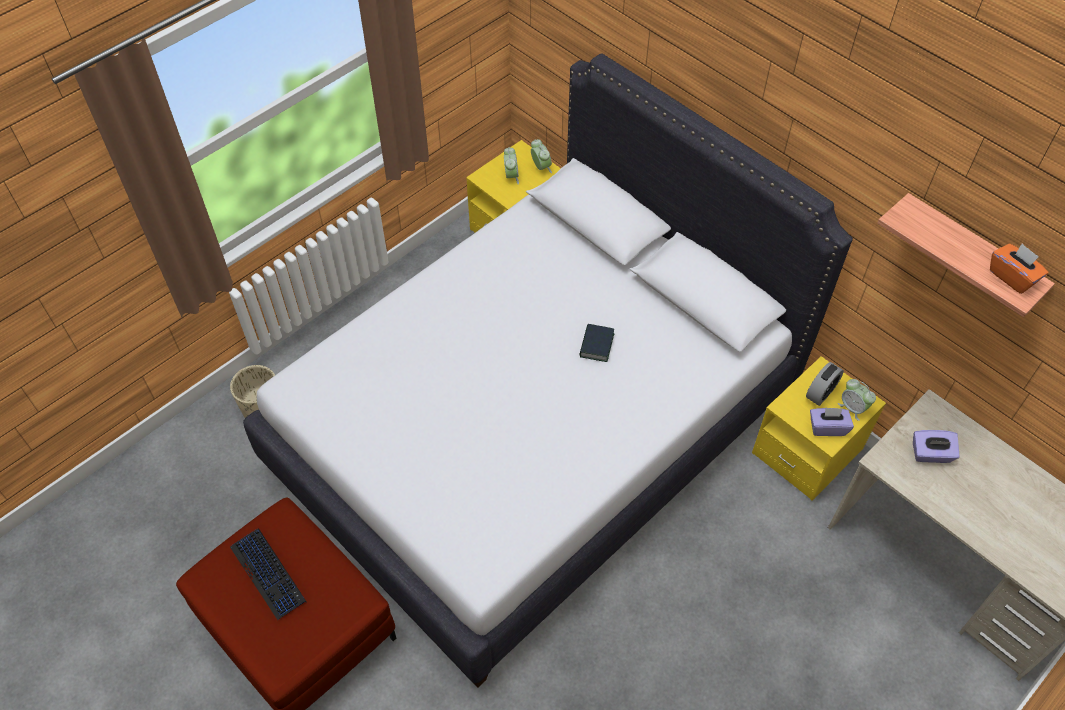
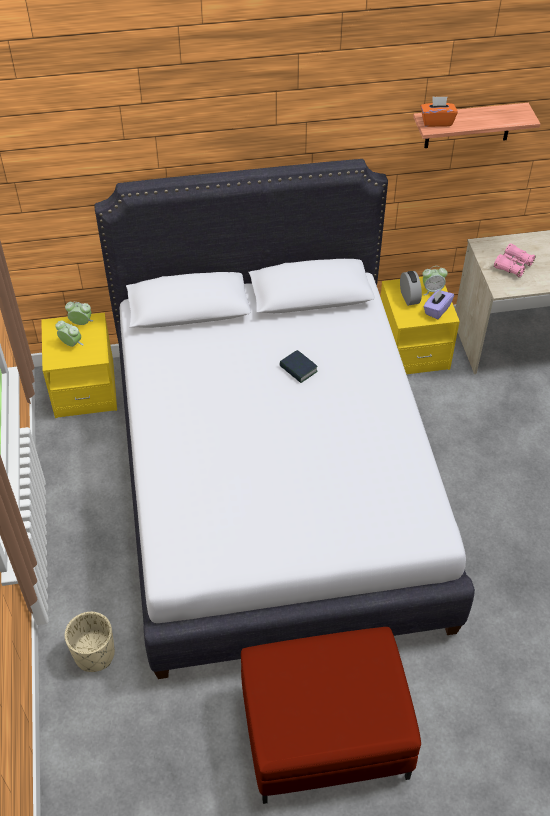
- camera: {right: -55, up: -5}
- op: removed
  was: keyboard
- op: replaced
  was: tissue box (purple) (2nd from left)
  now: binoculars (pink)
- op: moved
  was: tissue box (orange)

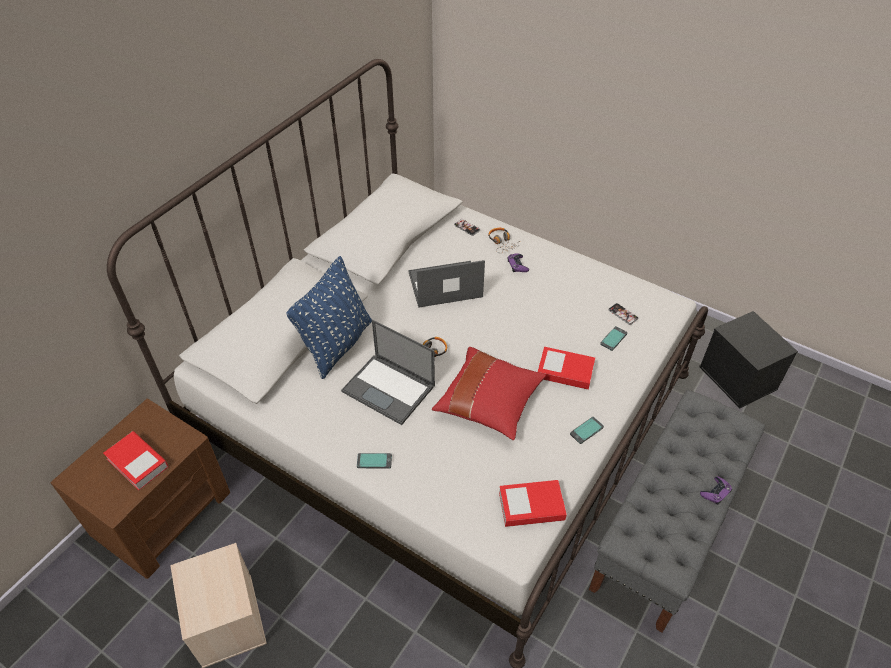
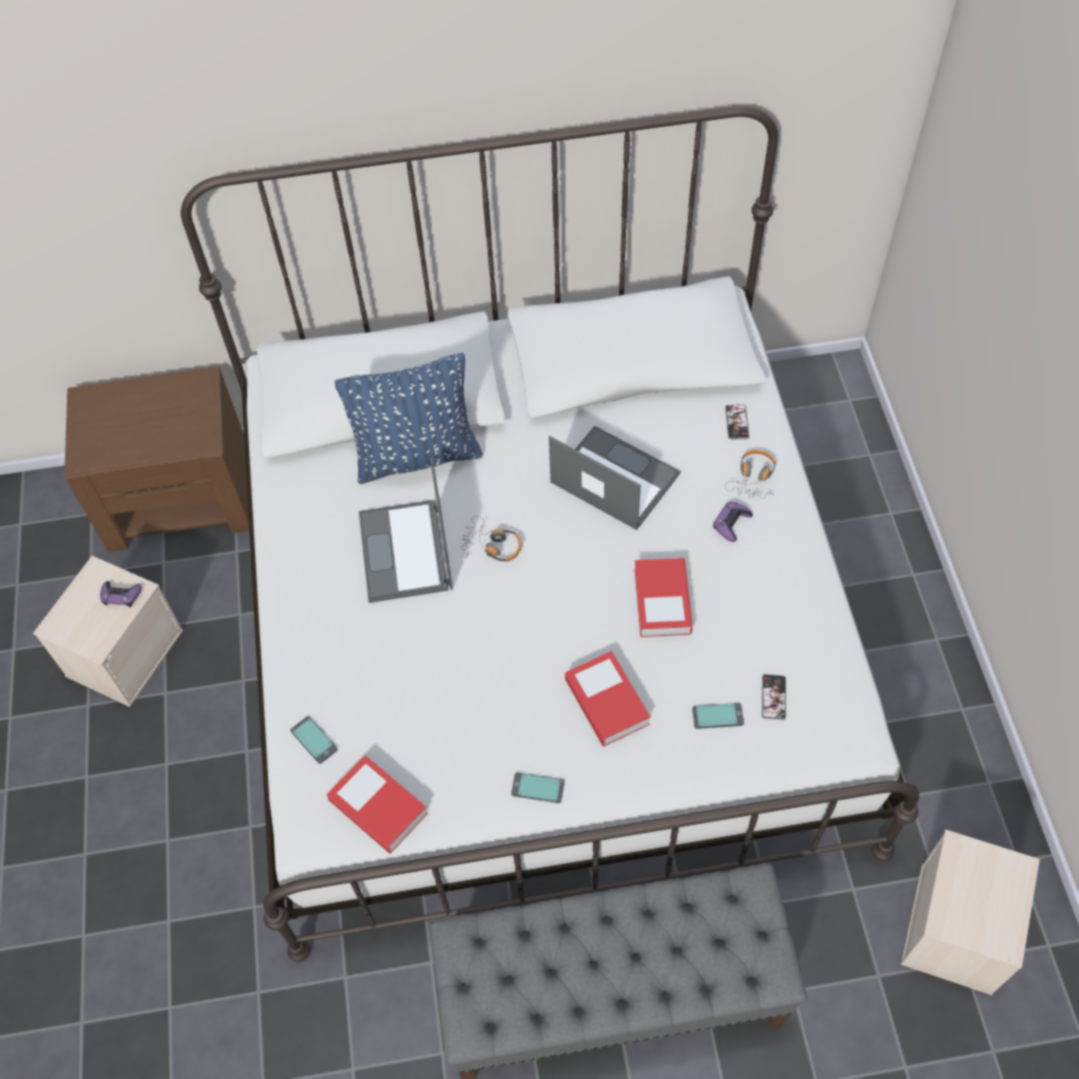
- camera: {right: 50, up: 10}
- op: moved
  was: book (1st from left in the first image)
  now: book (3rd from left)
- op: moved
  was: phone (1st from left)
- op: removed
  was: pillow (red)
- op: recoloured
  was: storage box (black)
  now: storage box (beige) (2nd from left)
- op: moved
  was: game controller (purple) (2nd from left in the first image)
  now: game controller (purple) (1st from left)

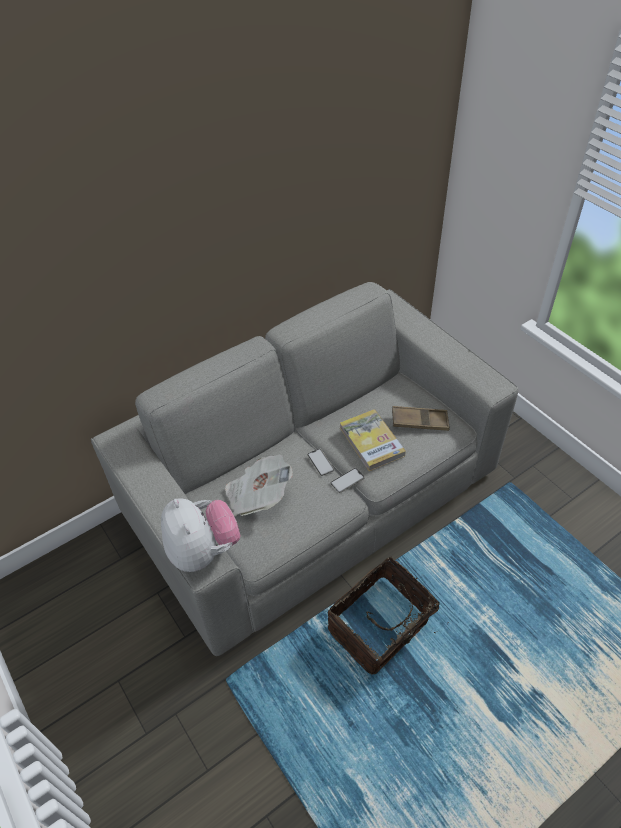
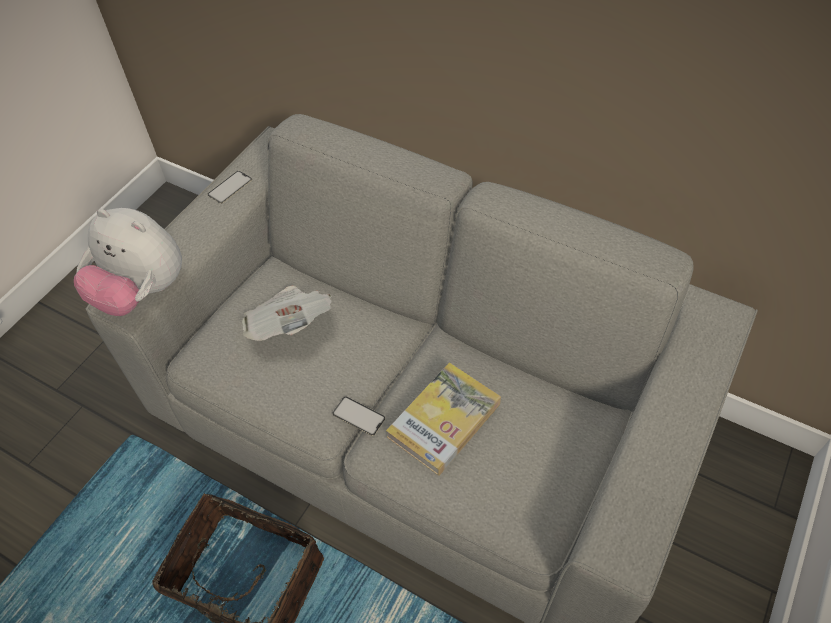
- camera: {right: 65, up: 5}
- op: turned
  was: plush toy
  clockwise: 75
- op: moved
  was: phone (1st from left)
- op: removed
  was: tray (brown)

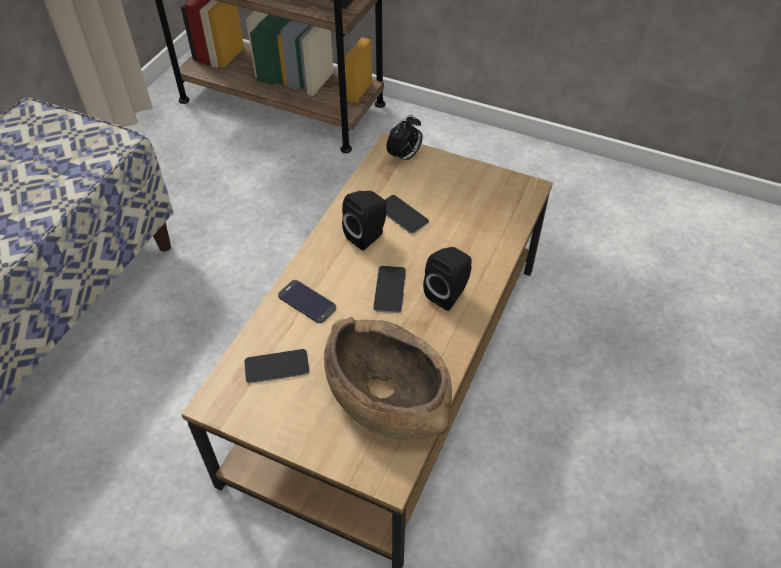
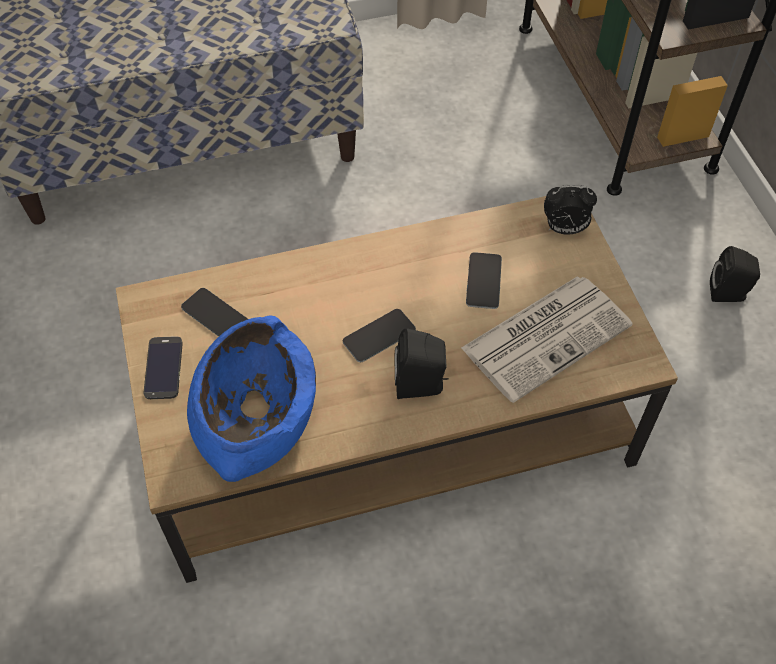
- camera: {right: 50, up: 5}
- op: moved
  was: phone (2nd from left in the first image)
  now: phone (1st from left)
- op: recoloured
  was: bowl (brown)
  now: bowl (blue)
- op: moved
  was: speaker (black) (1st from left in the first image)
  now: speaker (black) (2nd from left)
- op: added
  now: newspaper

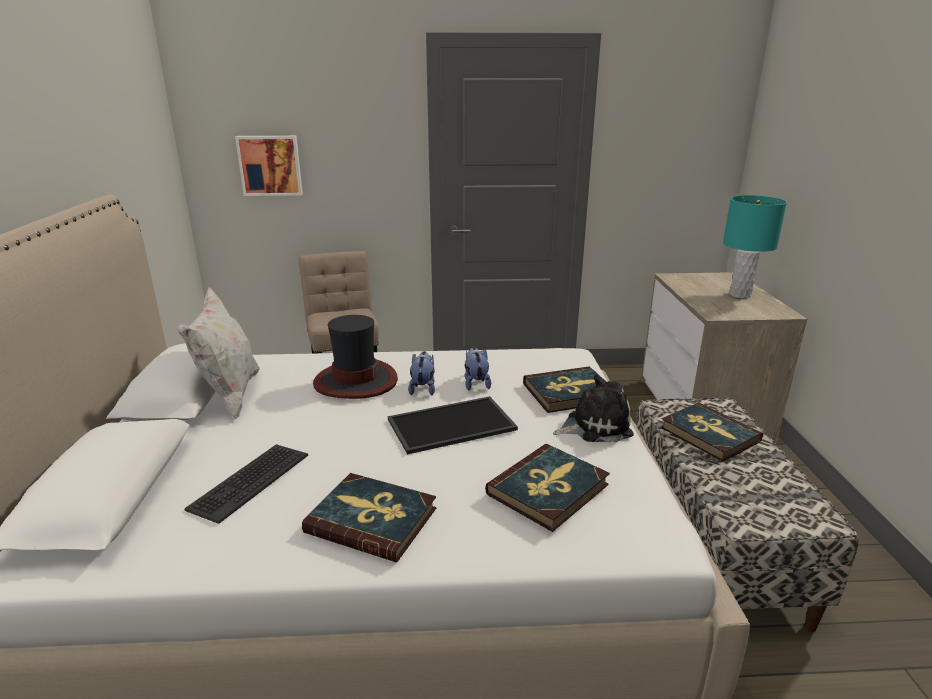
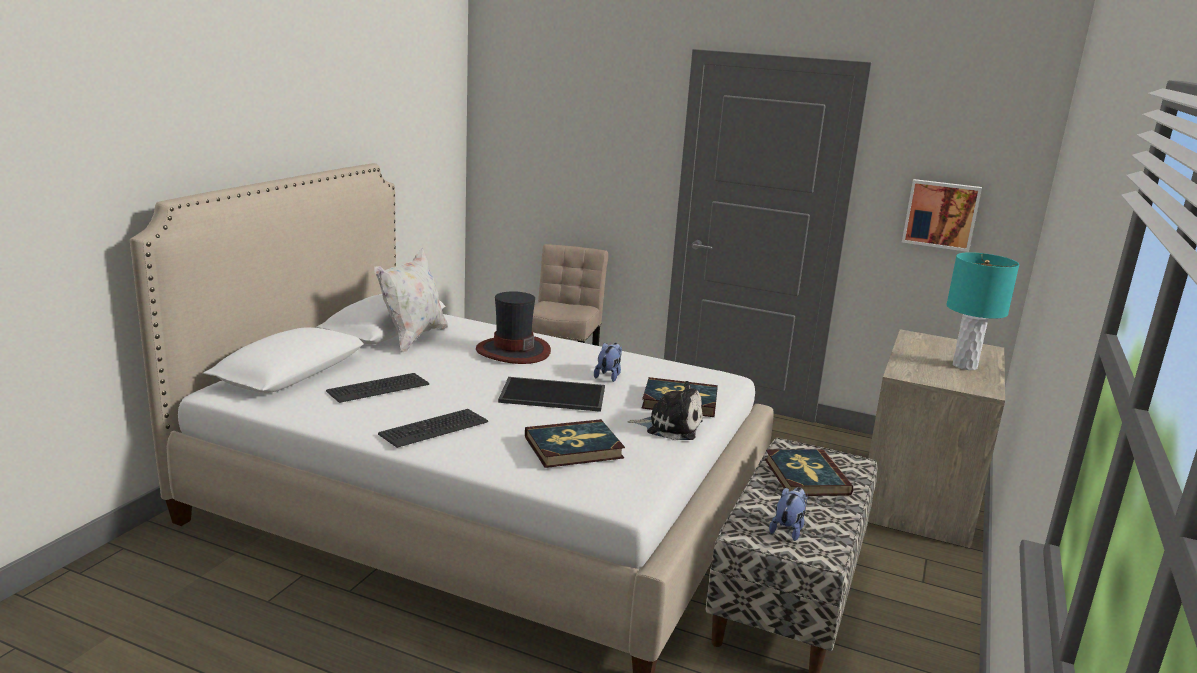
- camera: {right: 25, up: -5}
- op: moved
  was: picture
- op: replaced
  was: book (1st from left)
  now: keyboard (2nd from left)
- op: moved
  was: plush toy (1st from left in the first image)
  now: plush toy (3rd from left)

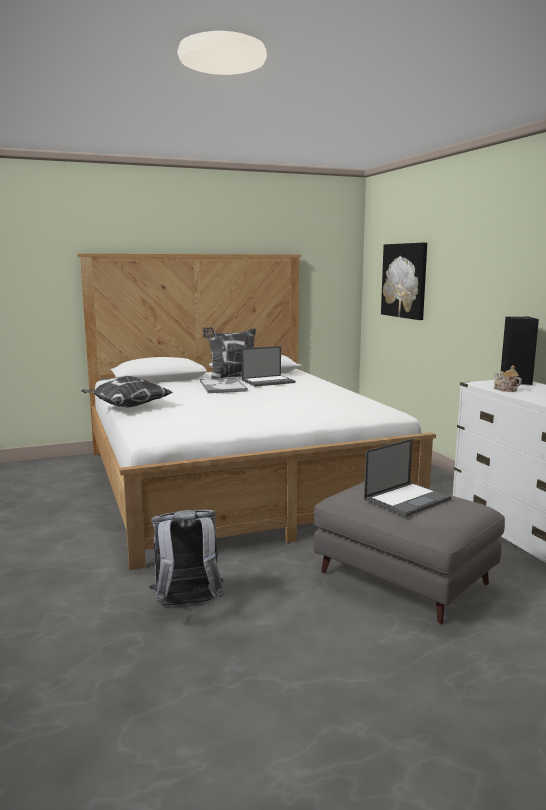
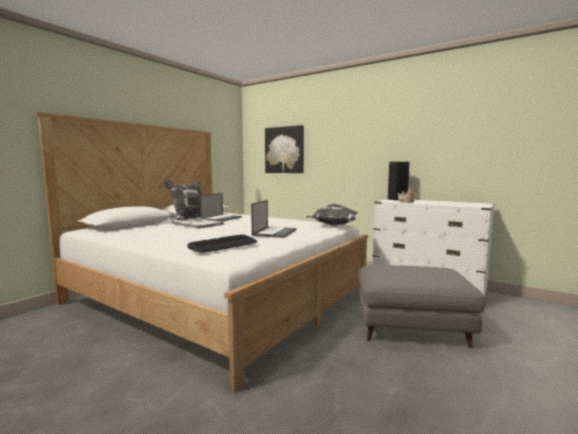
- camera: {right: -35, up: -5}
- op: moved
  was: pillow (1st from left in the first image)
  now: pillow (2nd from left)
- op: removed
  was: backpack (grey)
- op: moved
  was: laptop (2nd from left)
- op: added
  now: keyboard

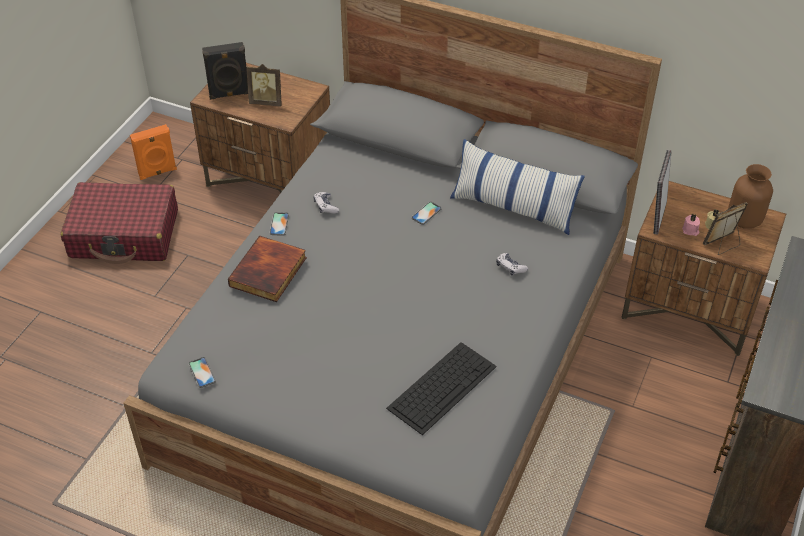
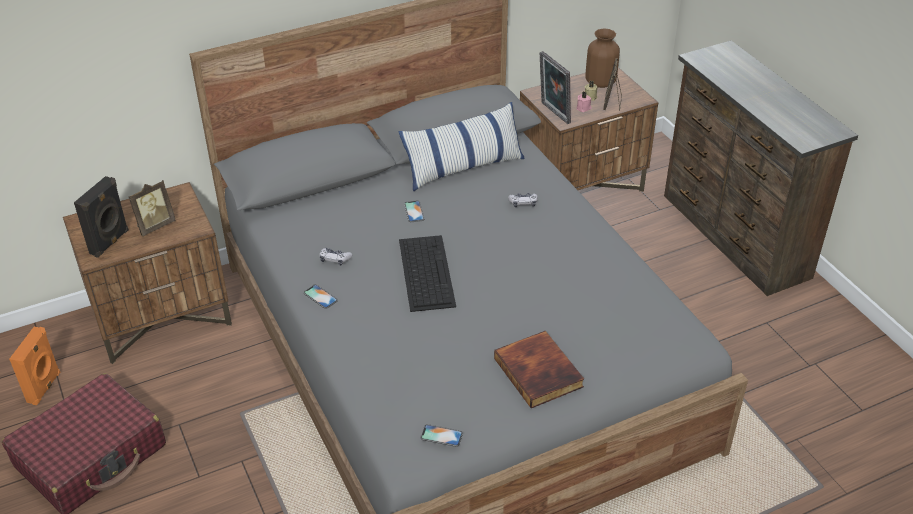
- camera: {right: -50, up: -5}
- op: moved
  was: book
- op: moved
  was: keyboard

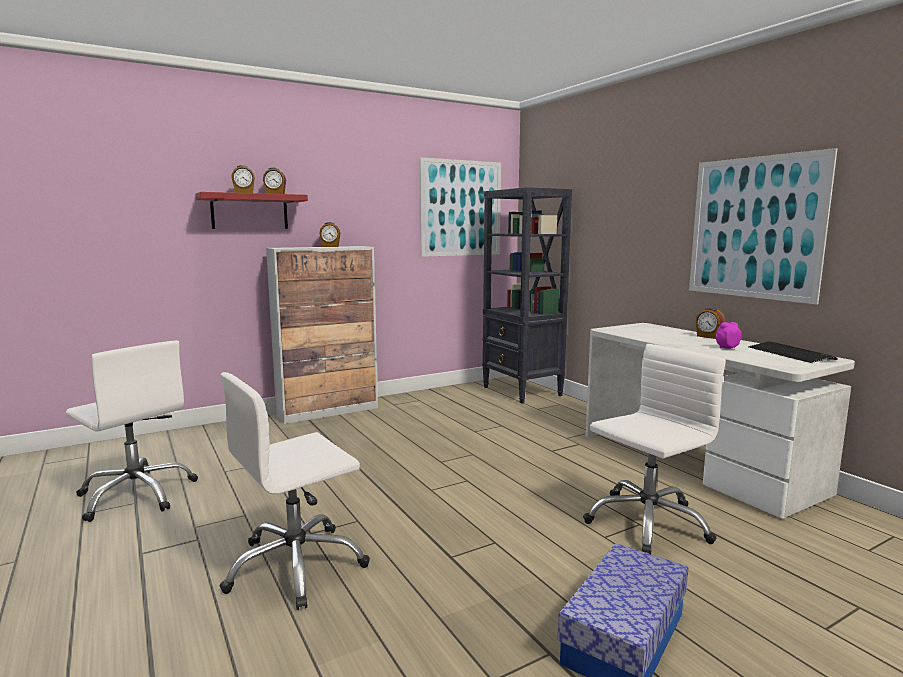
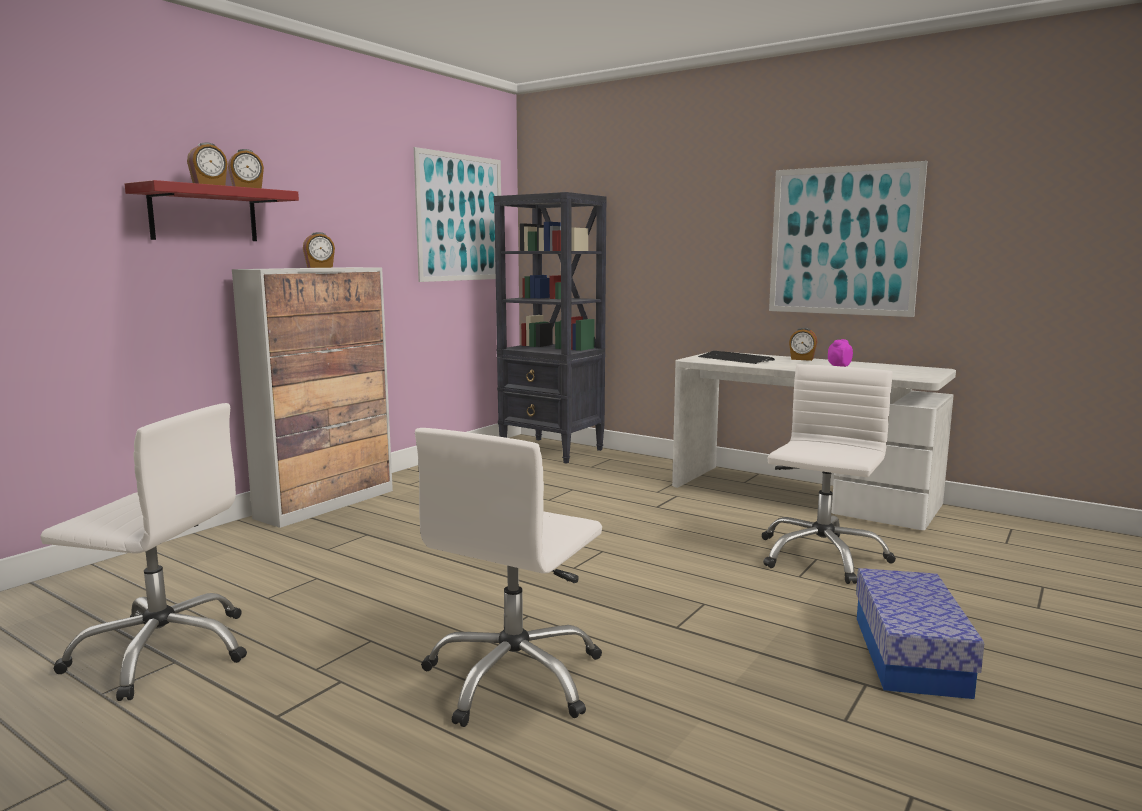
- camera: {right: -25, up: 0}
- op: moved
  was: keyboard

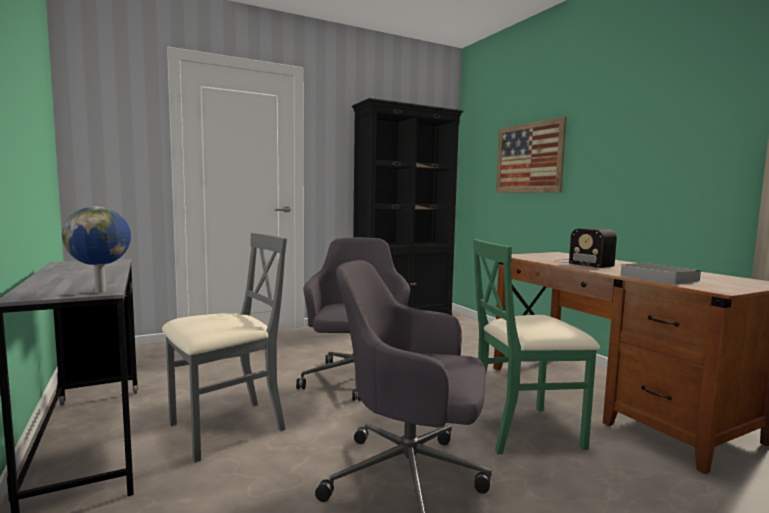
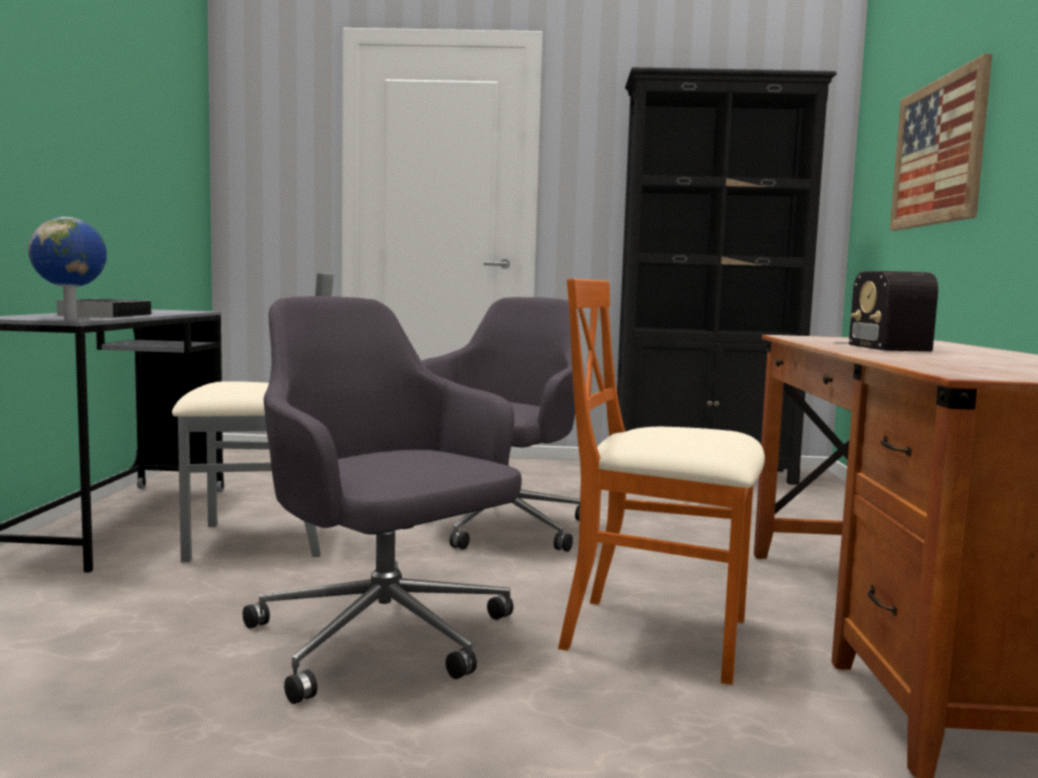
- camera: {right: 30, up: 0}
- op: recoloured
  was: chair (green)
  now: chair (orange)
- op: moved
  was: book

